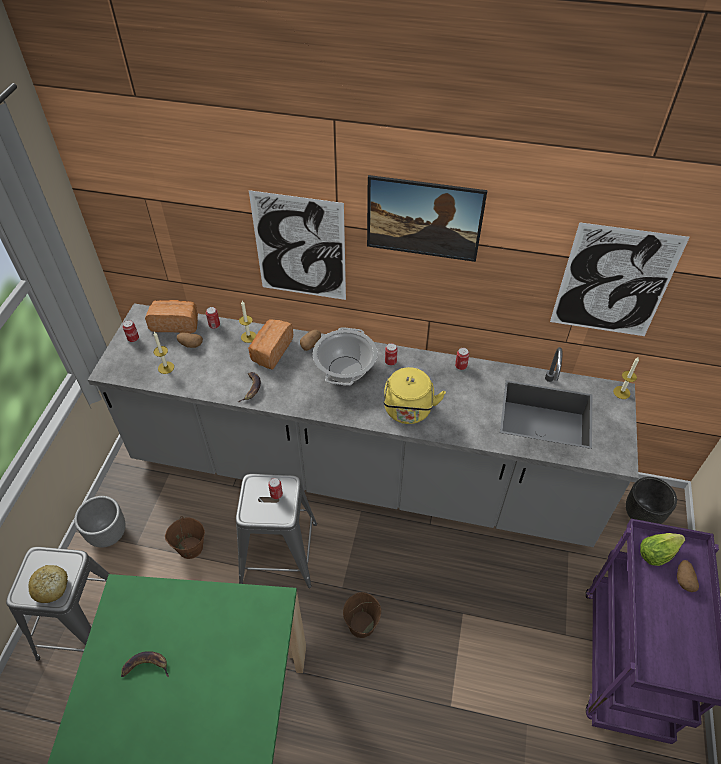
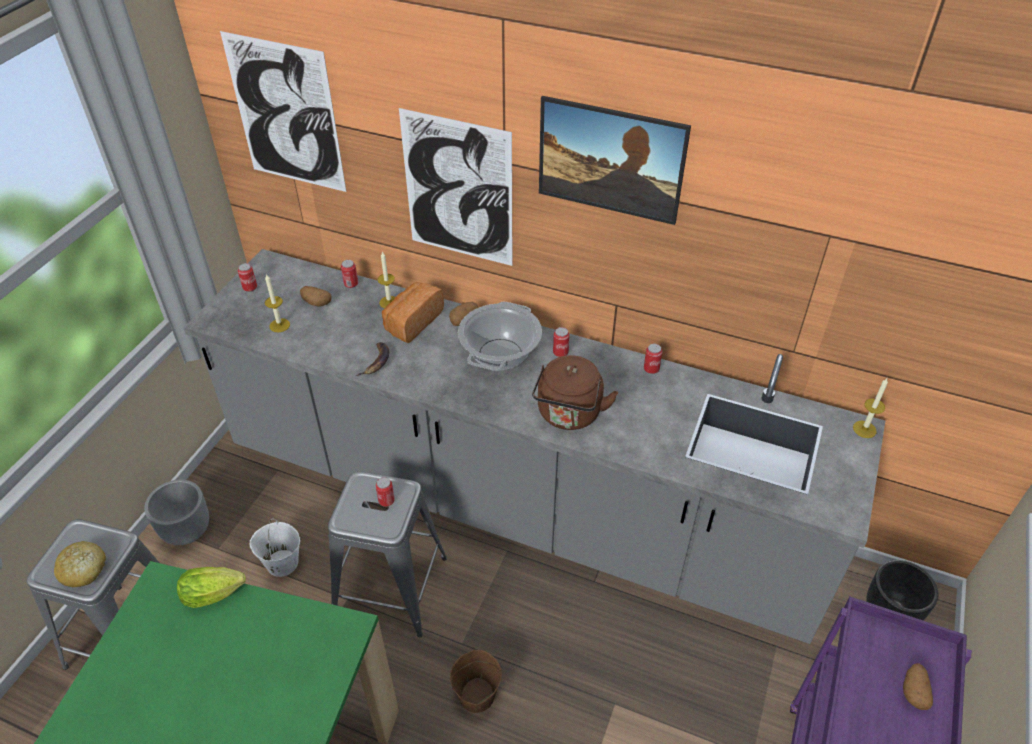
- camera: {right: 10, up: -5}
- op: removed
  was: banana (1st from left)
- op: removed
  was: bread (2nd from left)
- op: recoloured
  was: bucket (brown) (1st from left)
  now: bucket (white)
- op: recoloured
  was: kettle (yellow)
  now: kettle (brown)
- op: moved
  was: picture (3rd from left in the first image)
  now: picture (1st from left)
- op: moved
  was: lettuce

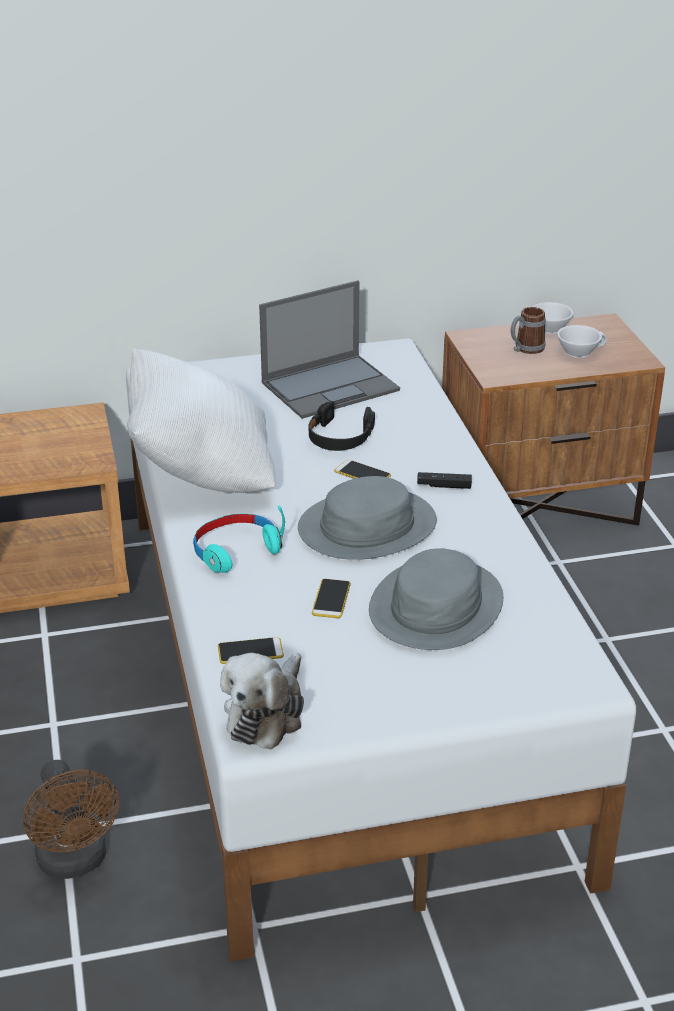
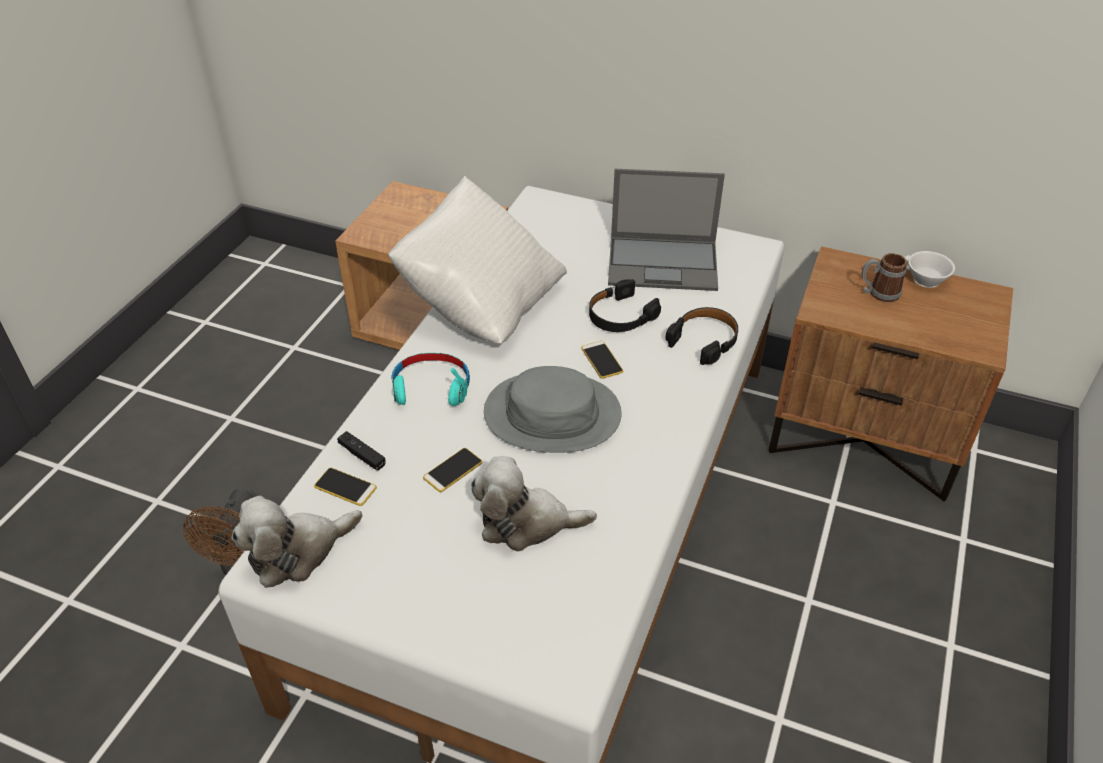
- camera: {right: 35, up: 10}
- op: replaced
  was: hat (grey) (2nd from left)
  now: plush toy (2nd from left)
- op: moved
  was: game controller (black)
- op: removed
  was: cup (white) (2nd from left)
- op: added
  now: headphones (black) (2nd from left)

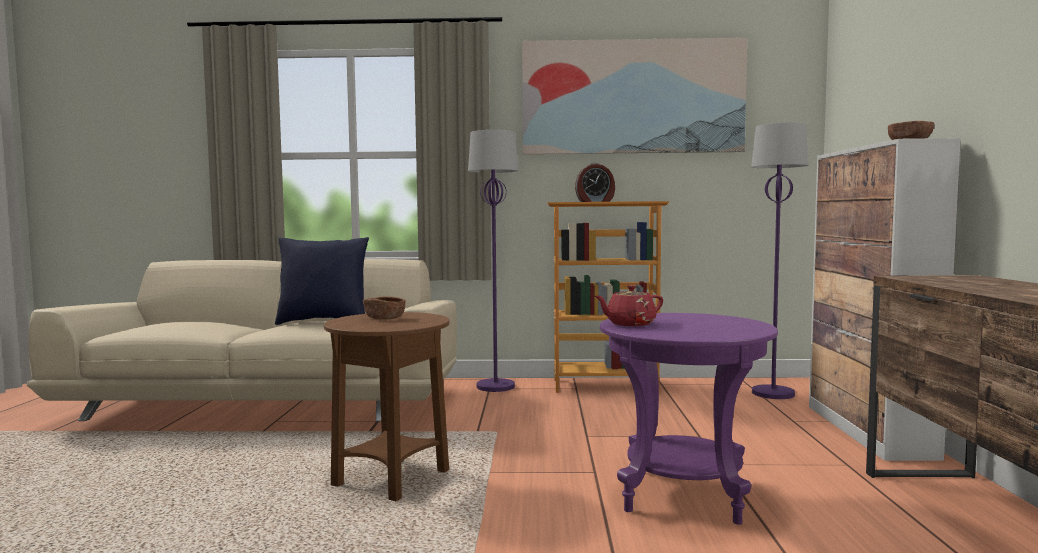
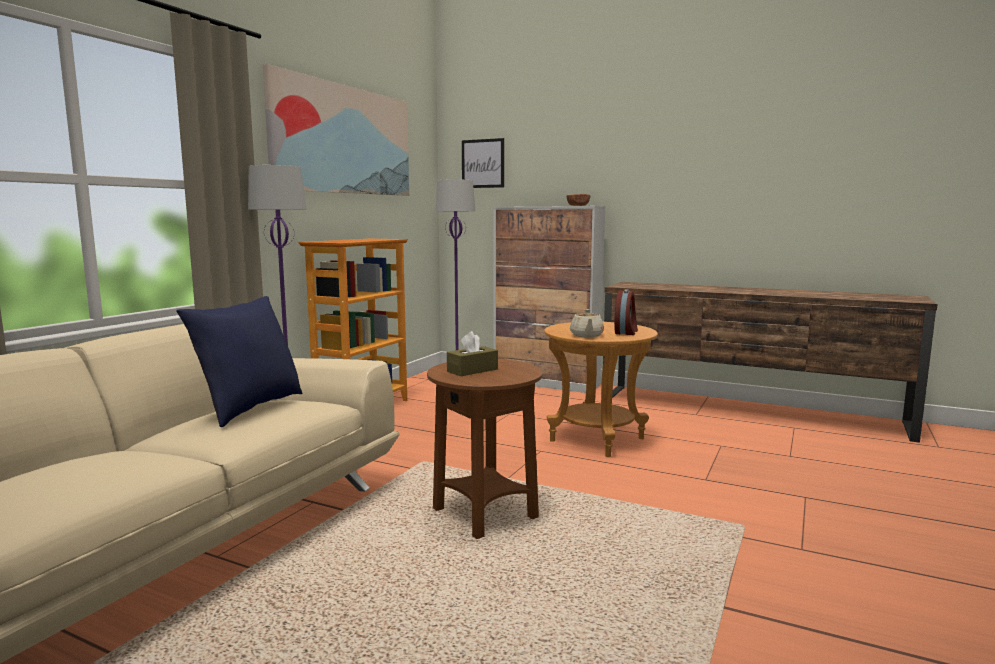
- camera: {right: -65, up: 5}
- op: replaced
  was: bowl (brown) (1st from left)
  now: tissue box (brown)
- op: moved
  was: alarm clock
- op: recoloured
  was: teapot (red)
  now: teapot (beige)
- op: recoloured
  was: side table (purple)
  now: side table (brown) (2nd from left)
- op: added
  now: picture (2nd from left)

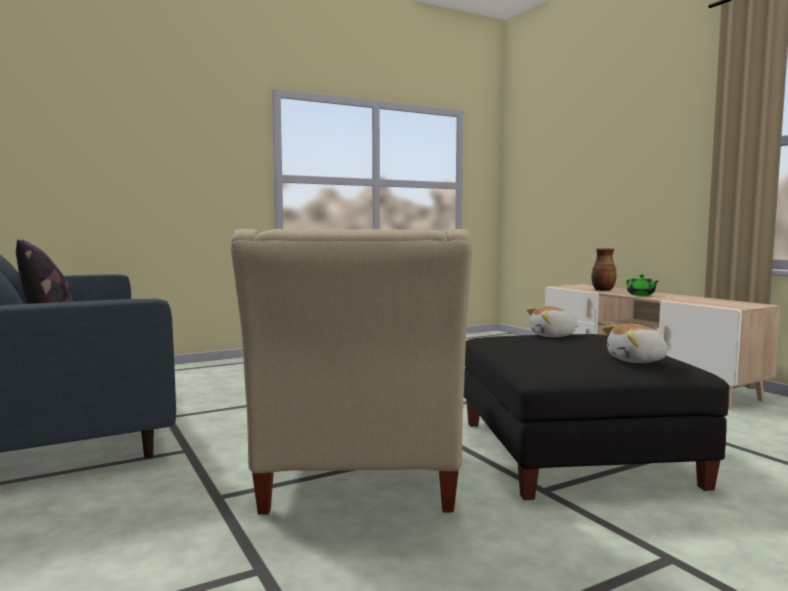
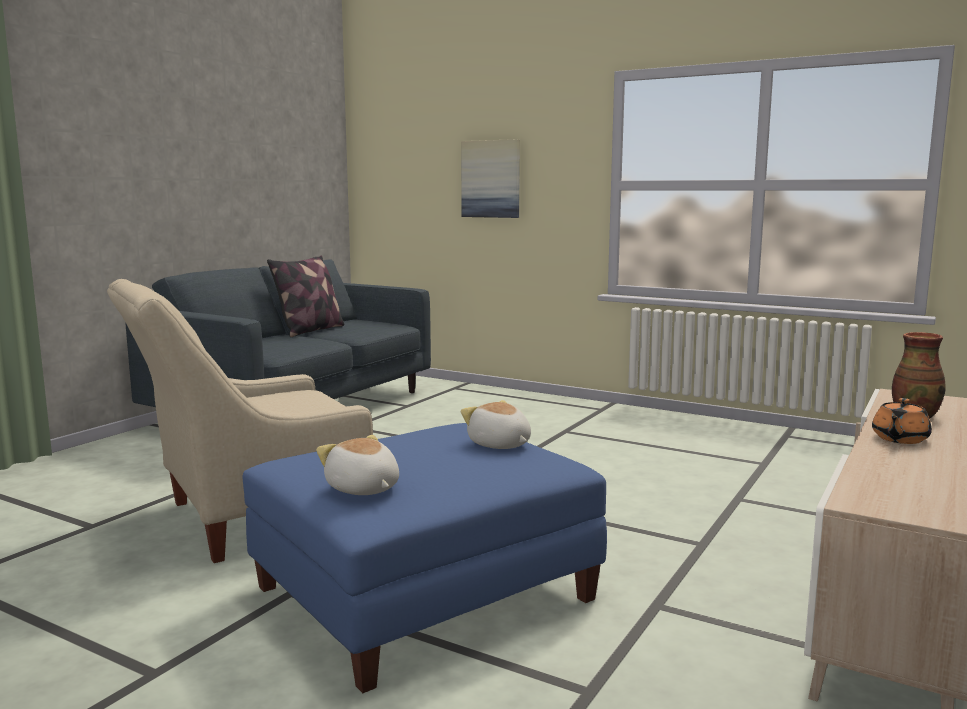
- camera: {right: 60, up: 5}
- op: recoloured
  was: ottoman (black)
  now: ottoman (blue)
- op: recoloured
  was: teapot (green)
  now: teapot (orange)
- op: added
  now: picture

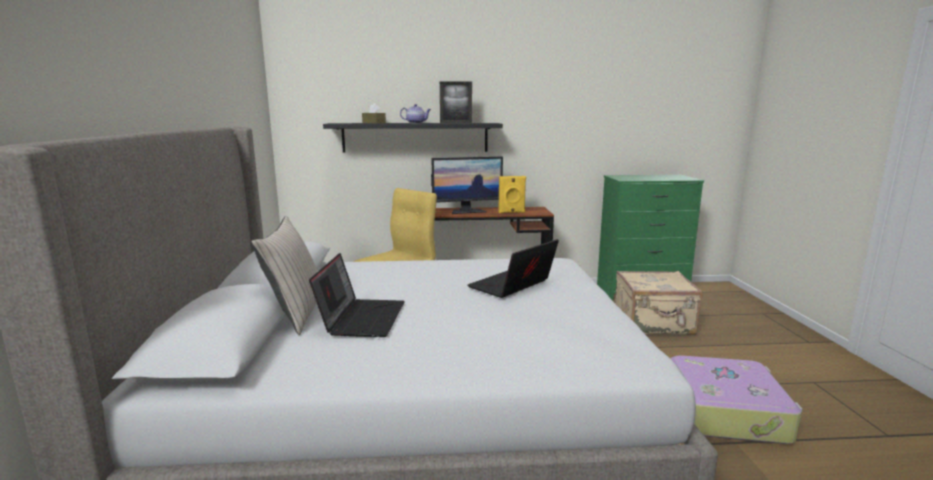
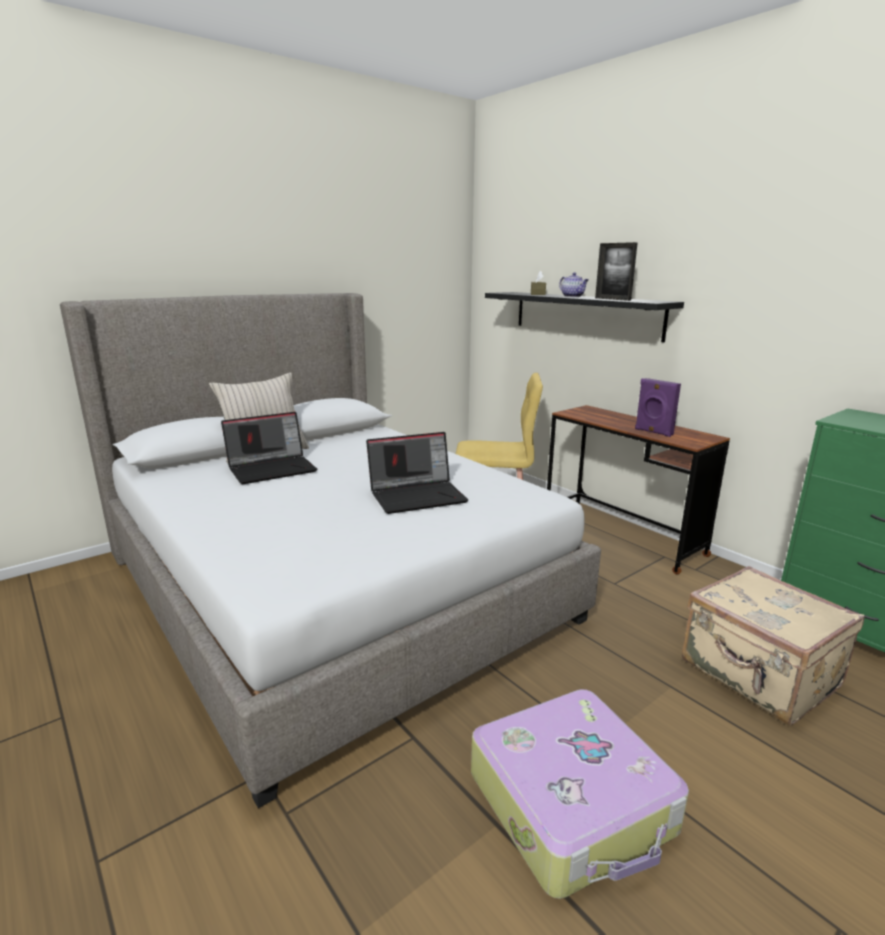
- camera: {right: 55, up: 5}
- op: removed
  was: monitor
- op: turned
  was: laptop (2nd from left)
  clockwise: 150
- op: recoloured
  was: speaker (yellow)
  now: speaker (purple)

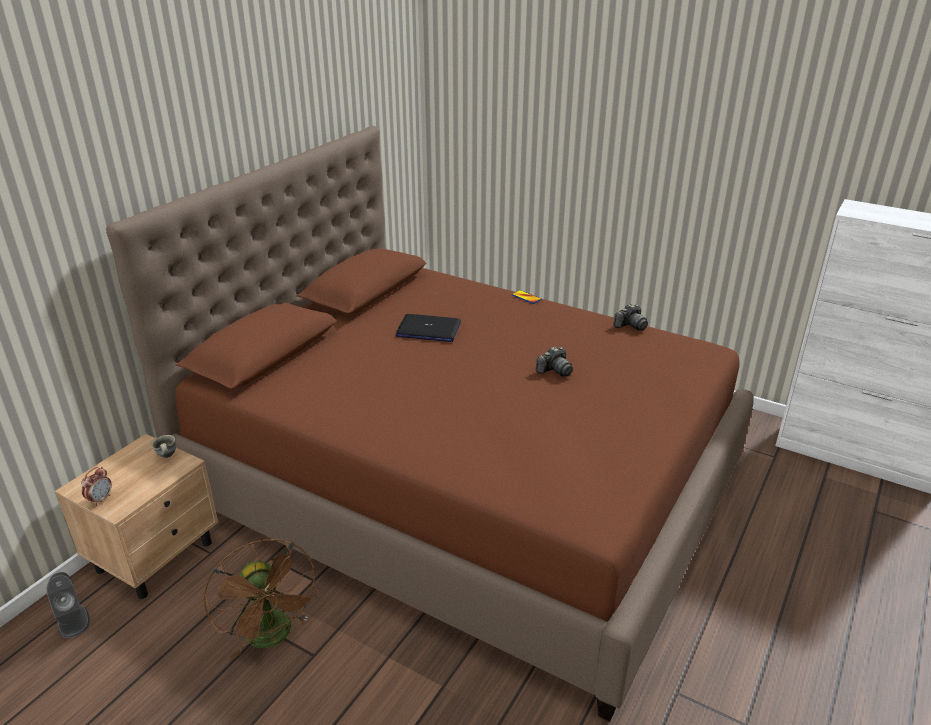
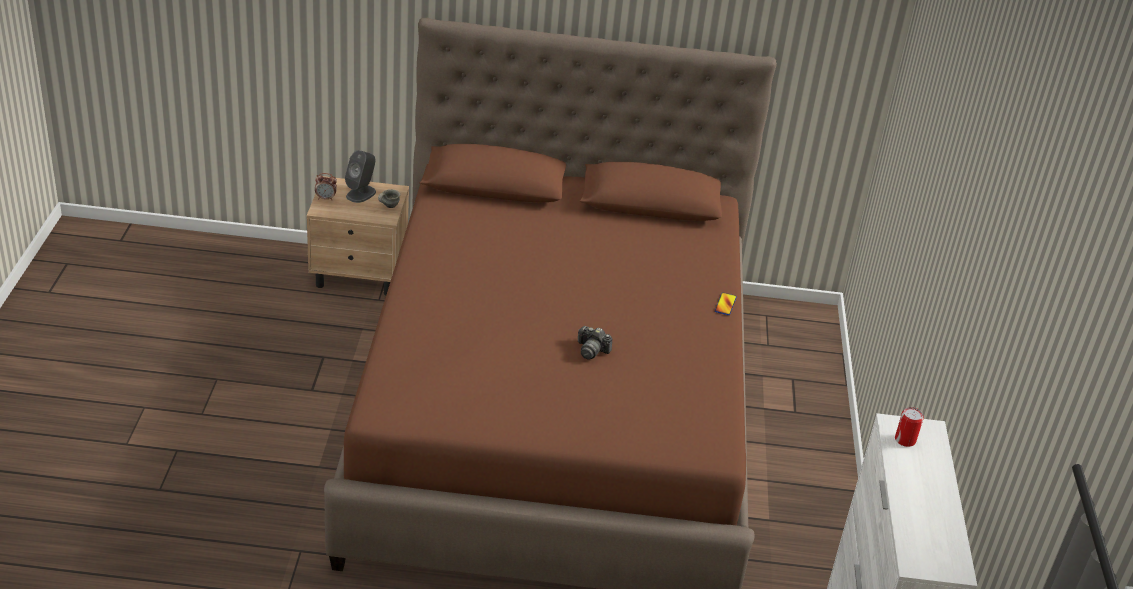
- camera: {right: 60, up: 5}
- op: moved
  was: speaker (grey)
- op: removed
  was: fan (brown)
- op: removed
  was: laptop
- op: removed
  was: photo camera (2nd from left)
- op: added
  now: can

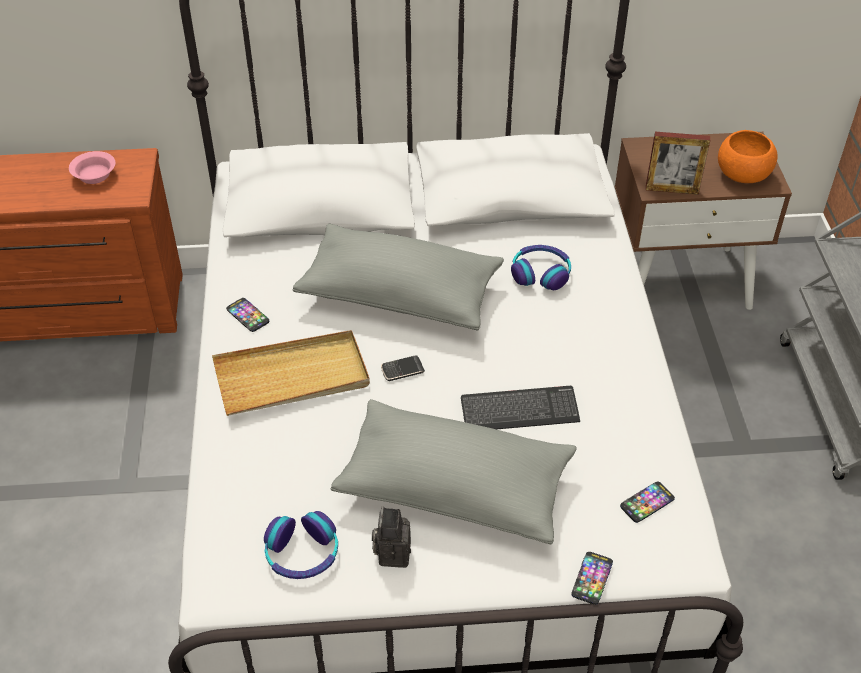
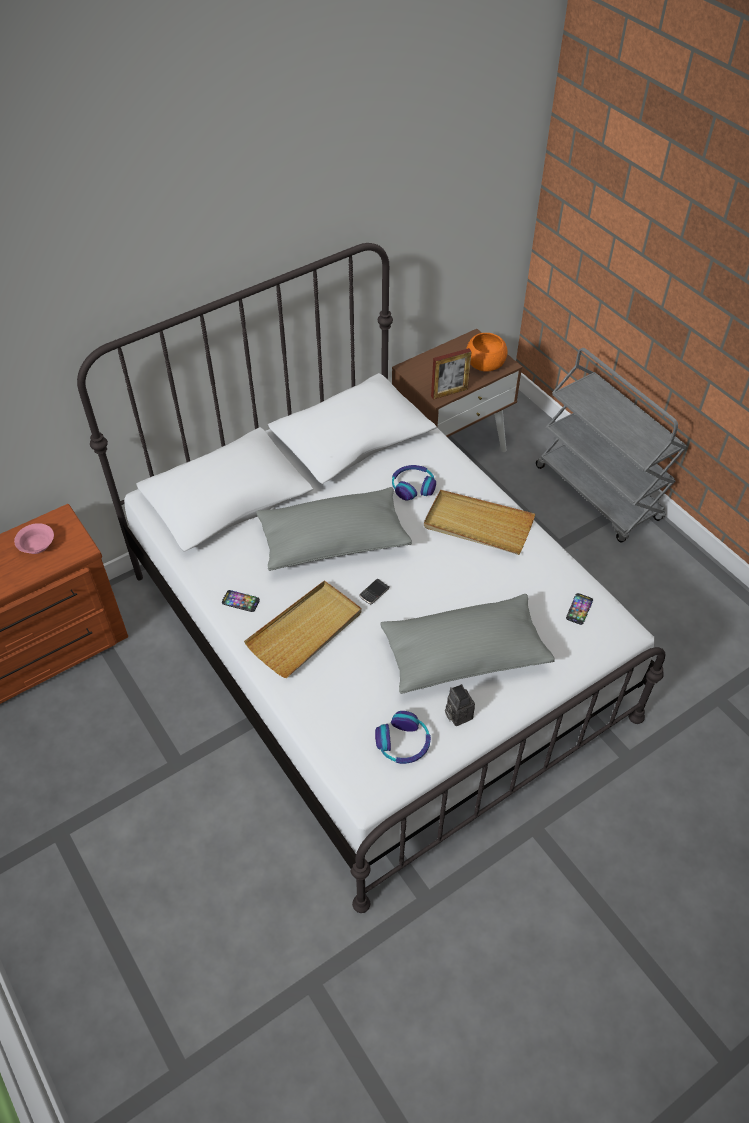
- camera: {right: -30, up: 5}
- op: removed
  was: keyboard
- op: removed
  was: phone (3rd from left)
- op: added
  now: tray (beige) (2nd from left)

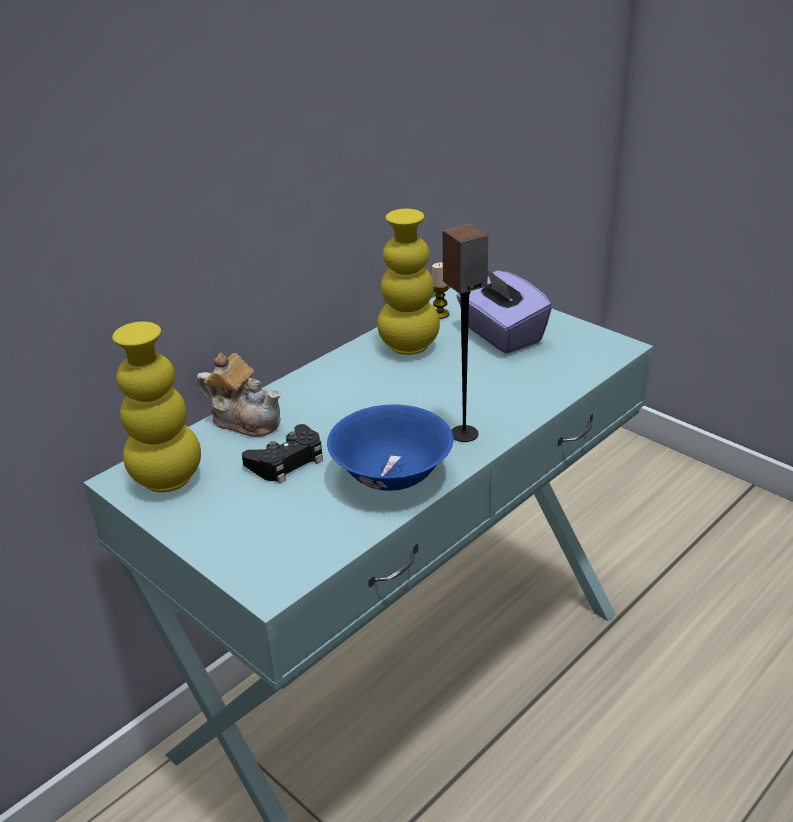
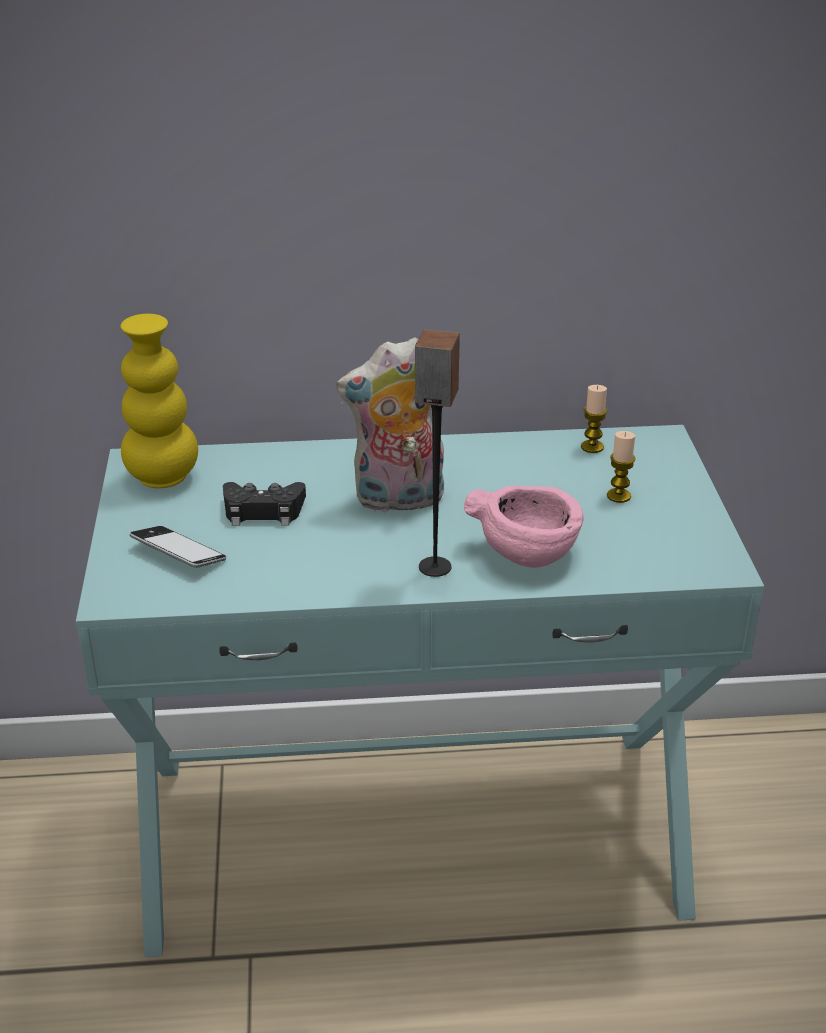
- camera: {right: 40, up: 0}
- op: removed
  was: teapot
- op: removed
  was: bowl (blue)
- op: removed
  was: vase (yellow) (2nd from left)
- op: replaced
  was: tissue box (purple)
  now: candle (2nd from left)
- op: added
  now: phone
- op: added
  now: plush toy
- op: added
  now: bowl (pink)

